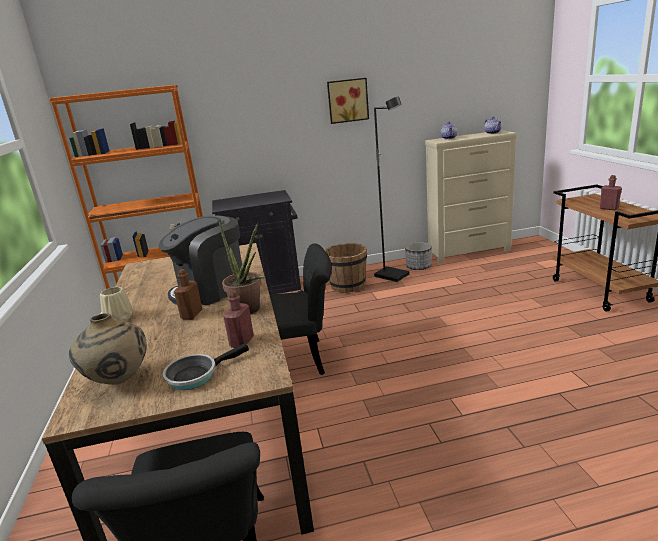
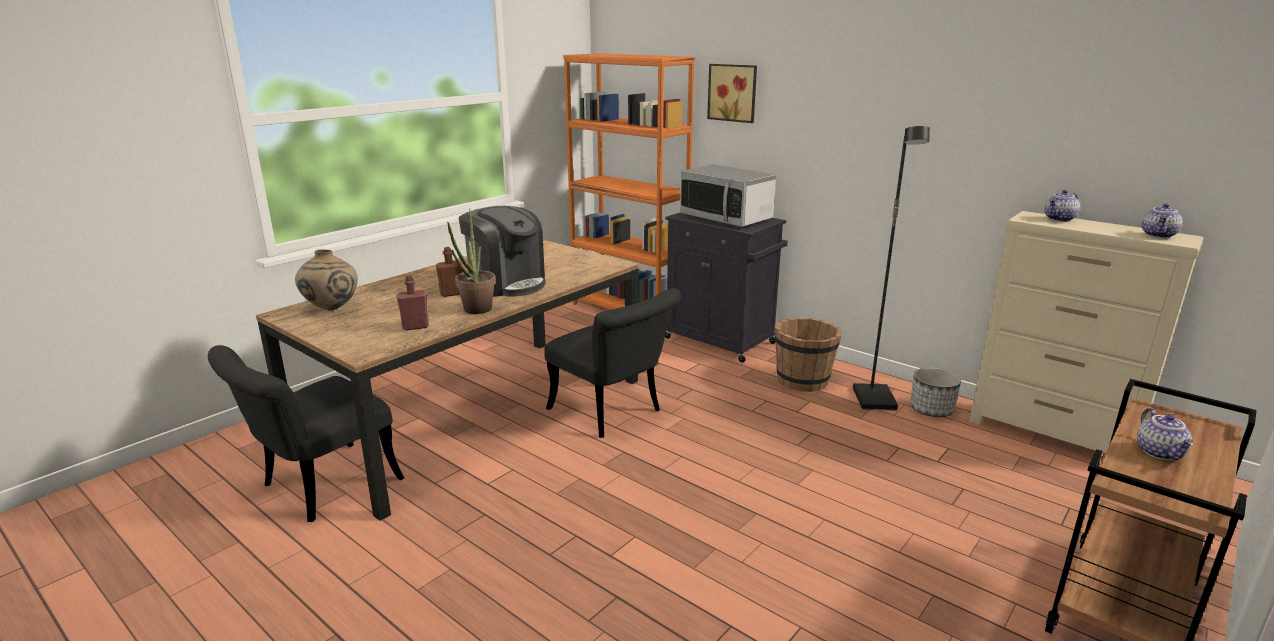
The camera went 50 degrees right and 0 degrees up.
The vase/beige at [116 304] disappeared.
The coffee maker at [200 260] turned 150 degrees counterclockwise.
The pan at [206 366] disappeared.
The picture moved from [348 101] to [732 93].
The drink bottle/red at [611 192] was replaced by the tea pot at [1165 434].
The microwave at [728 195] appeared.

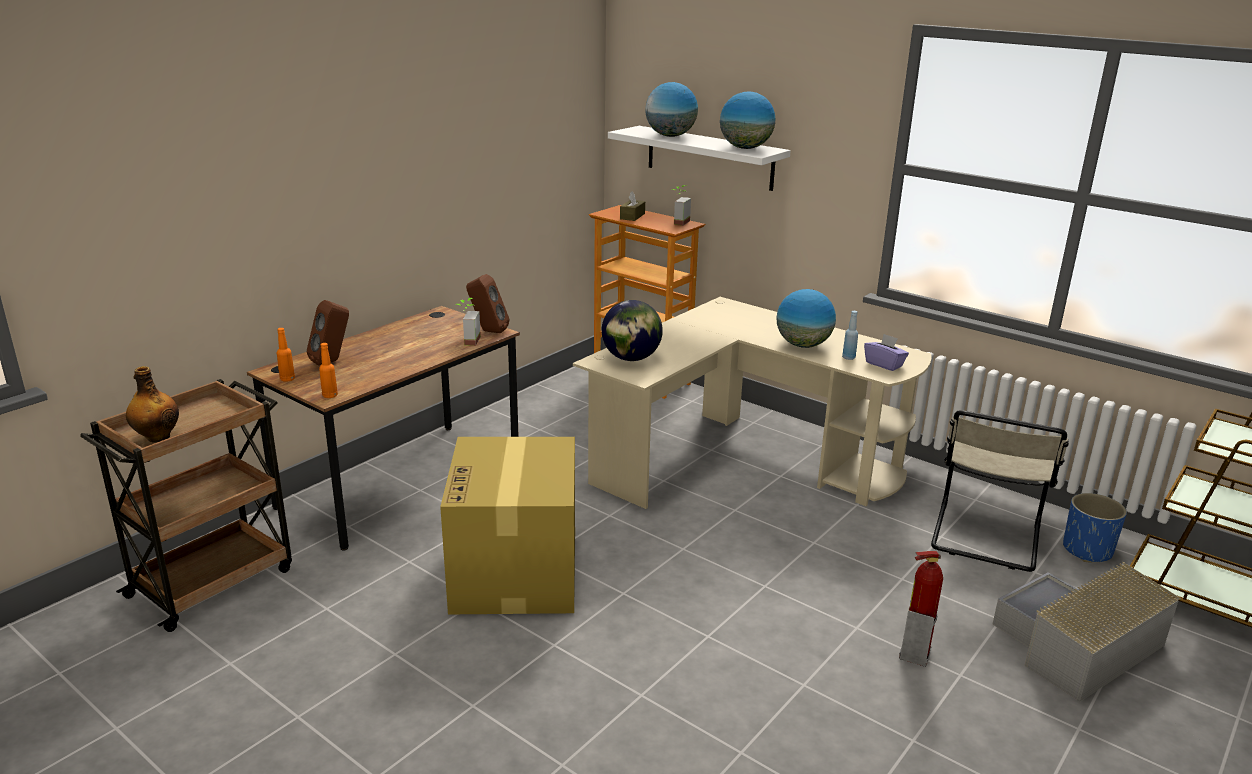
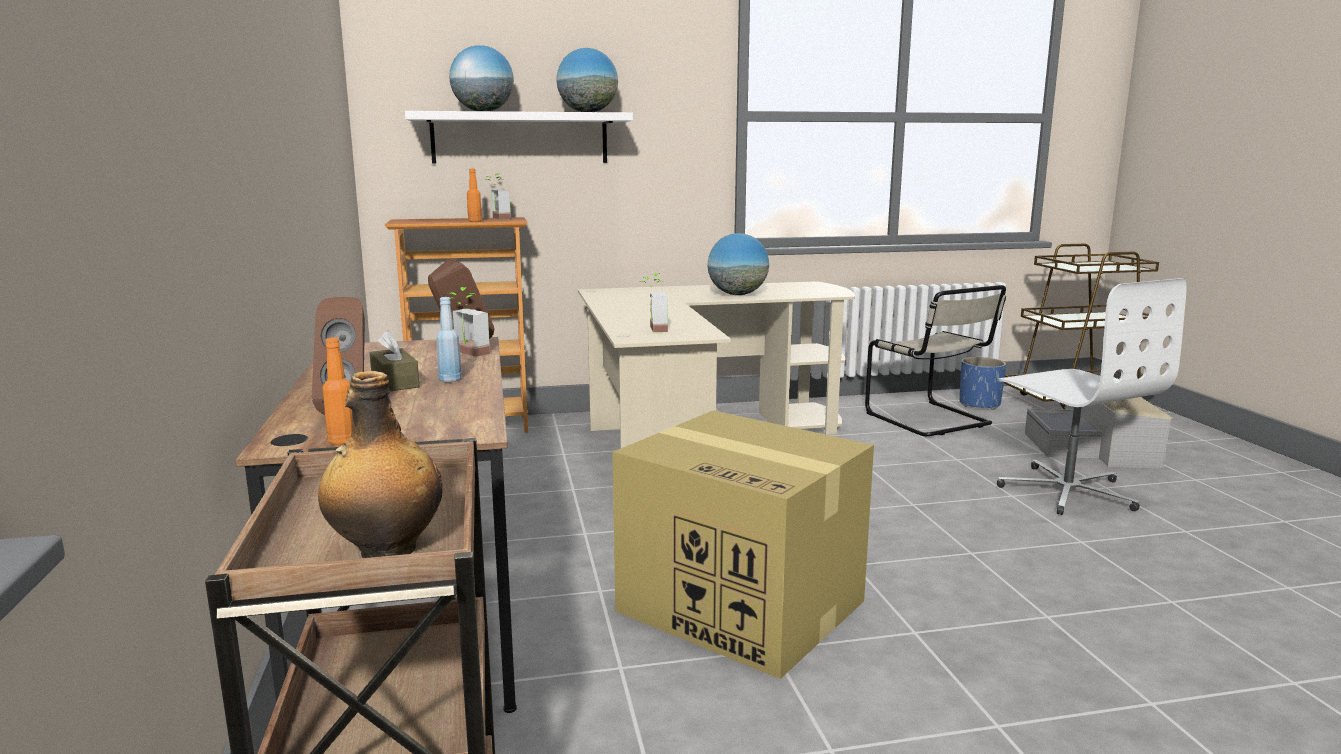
The camera went 50 degrees left and 10 degrees down.
The drink bottle/orange-coloured moved from [328 370] to [474 195].
The world globe at [632 330] was replaced by the potted plant at [653 302].
The tissue holder/brown-coloured moved from [632 206] to [395 360].
The drink bottle/blue-coloured moved from [850 335] to [449 339].
The tissue holder/purple-coloured at [886 352] disappeared.
The fire-fighting cylinder at [921 609] was replaced by the desk chair/white at [1091 396].

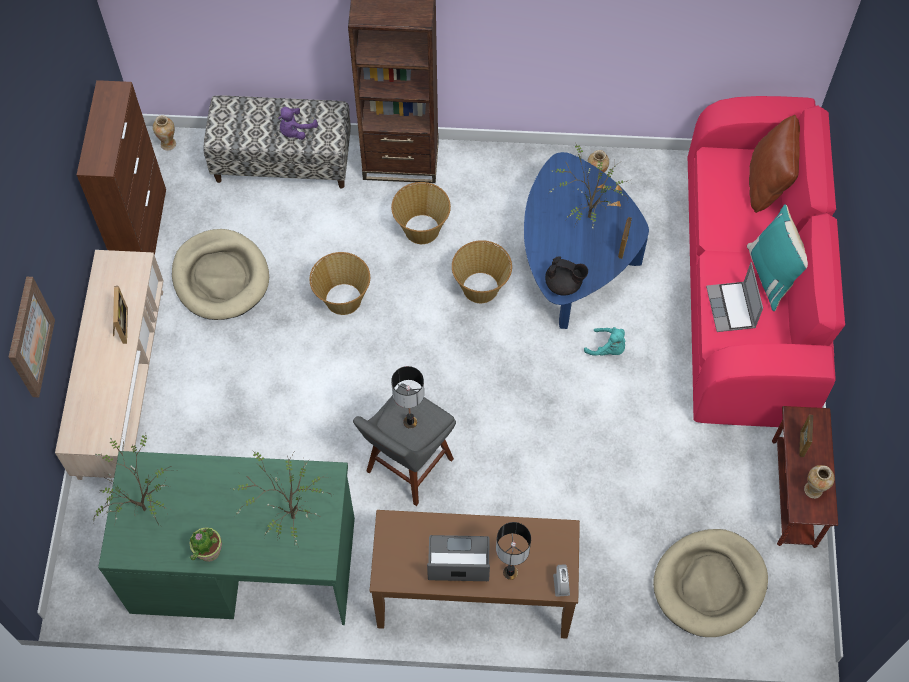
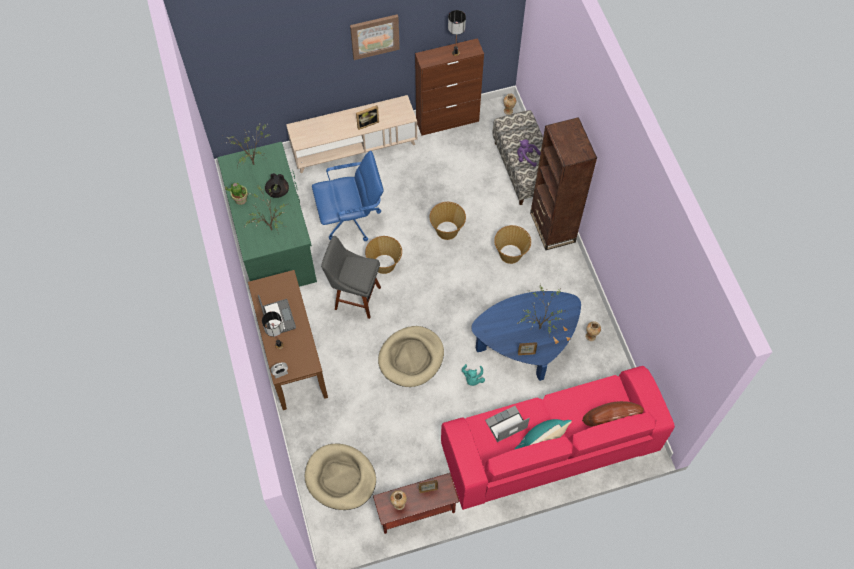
The camera went 70 degrees right and 0 degrees up.
The picture moved from [32 337] to [375 37].
The pet bed/beige moved from [220 274] to [411 356].
The table lamp moved from [407 397] to [457 33].
The household basket moved from [482 271] to [383 255].
The tea pot/black-coloured moved from [566 275] to [277 185].
The desk chair/blue-coloured at [348 196] appeared.

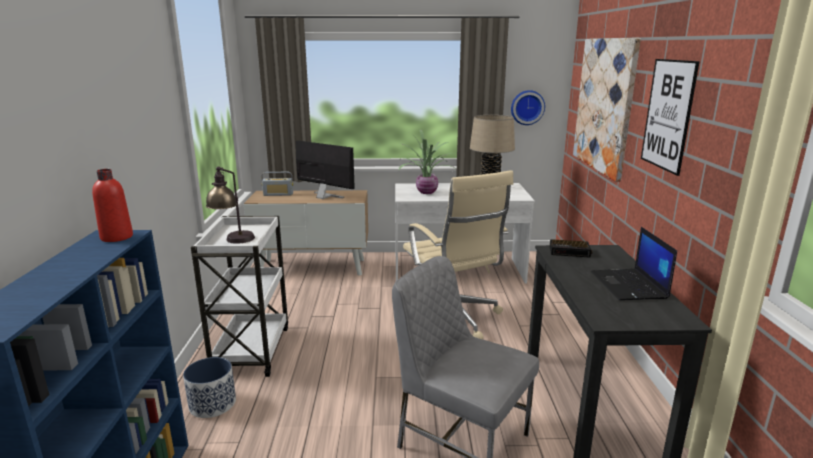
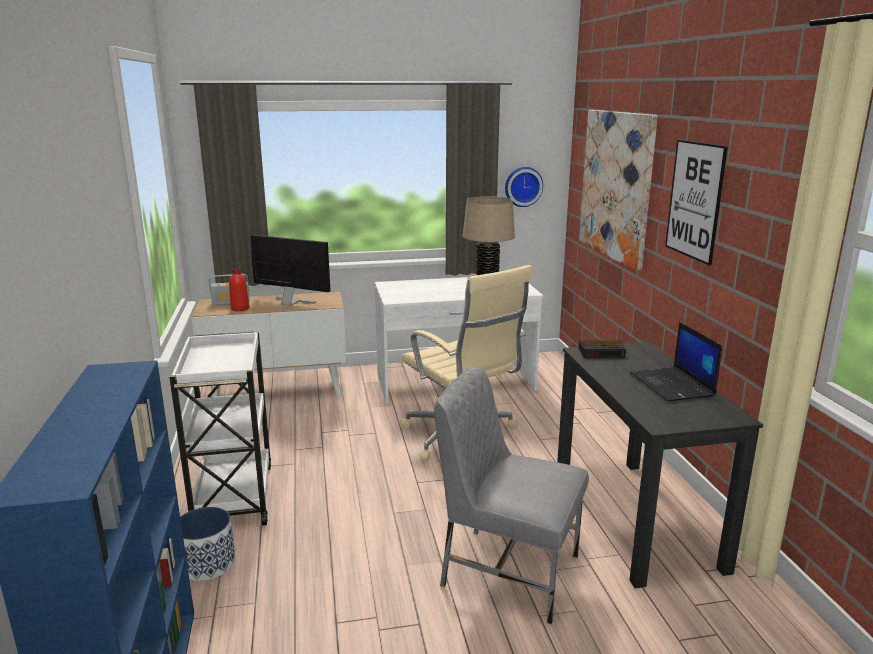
The camera went 10 degrees left and 0 degrees up.
The drink bottle/red moved from [112 205] to [239 289].
The table lamp at [230 205] disappeared.
The potted plant at [428 162] disappeared.

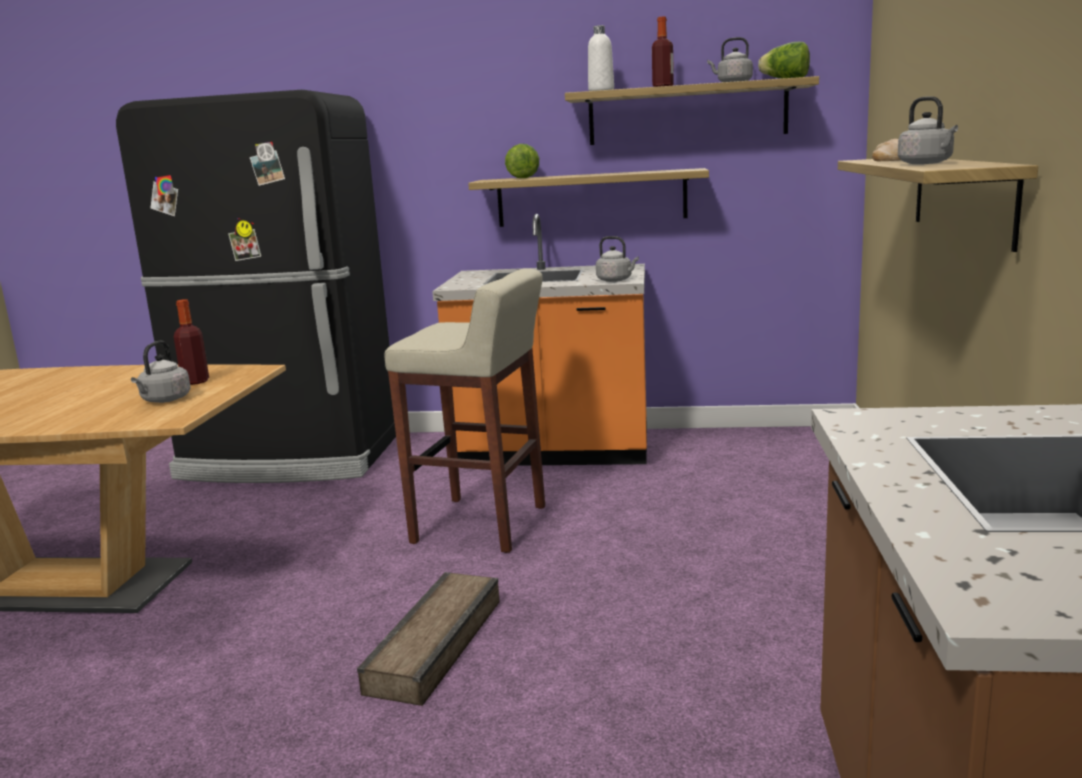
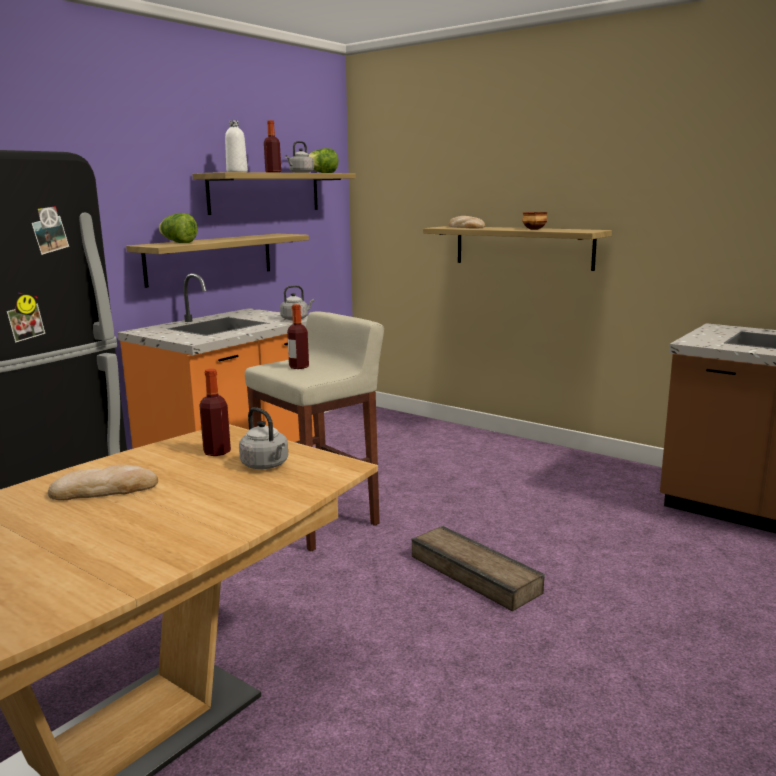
The camera went 60 degrees left and 0 degrees up.
The water kettle/gray at [928 130] was replaced by the serving bowl at [535 221].
The bread at [103 482] appeared.
The drink bottle at [298 336] appeared.

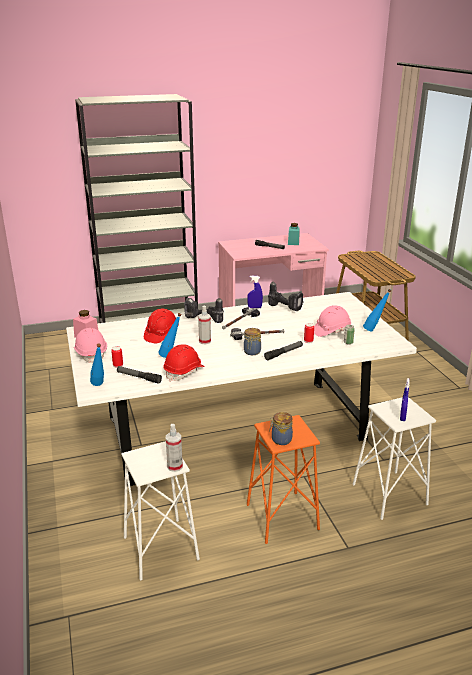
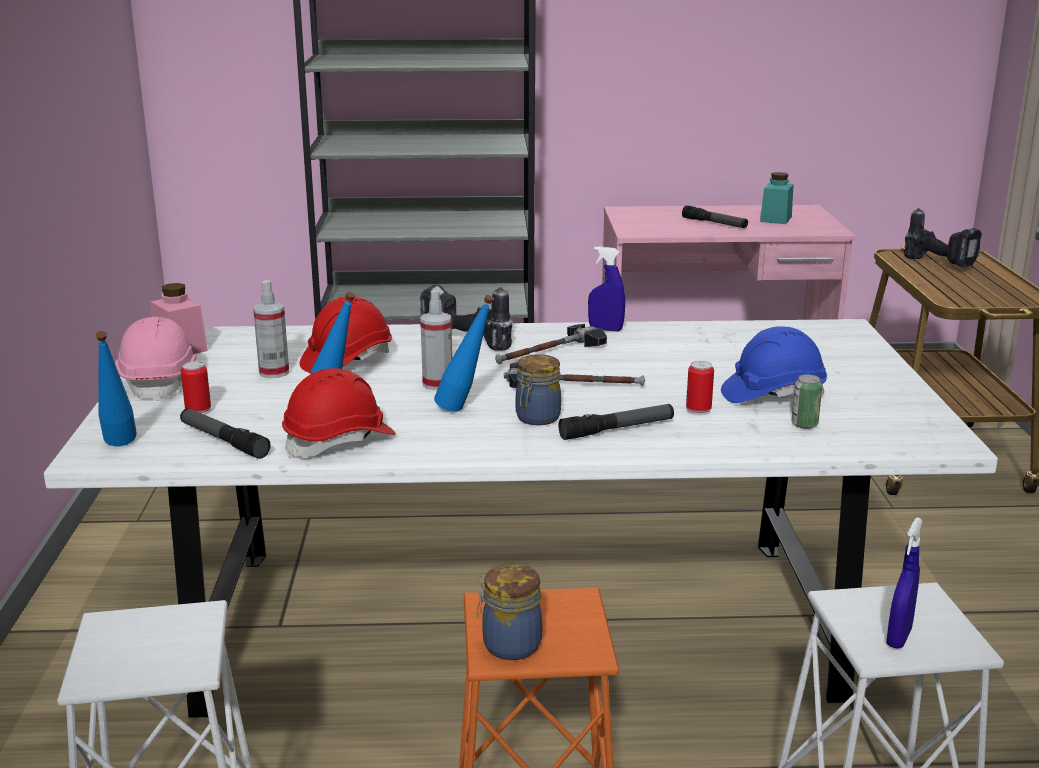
The camera went 15 degrees right and 5 degrees down.
The hand sprayer moved from [174 448] to [271 329].
The power drill moved from [286 296] to [943 237].
The hard hat/pink-coloured at [332 321] became the hard hat/blue-coloured at [774 364].
The drink bottle/blue-coloured moved from [377 310] to [464 353].

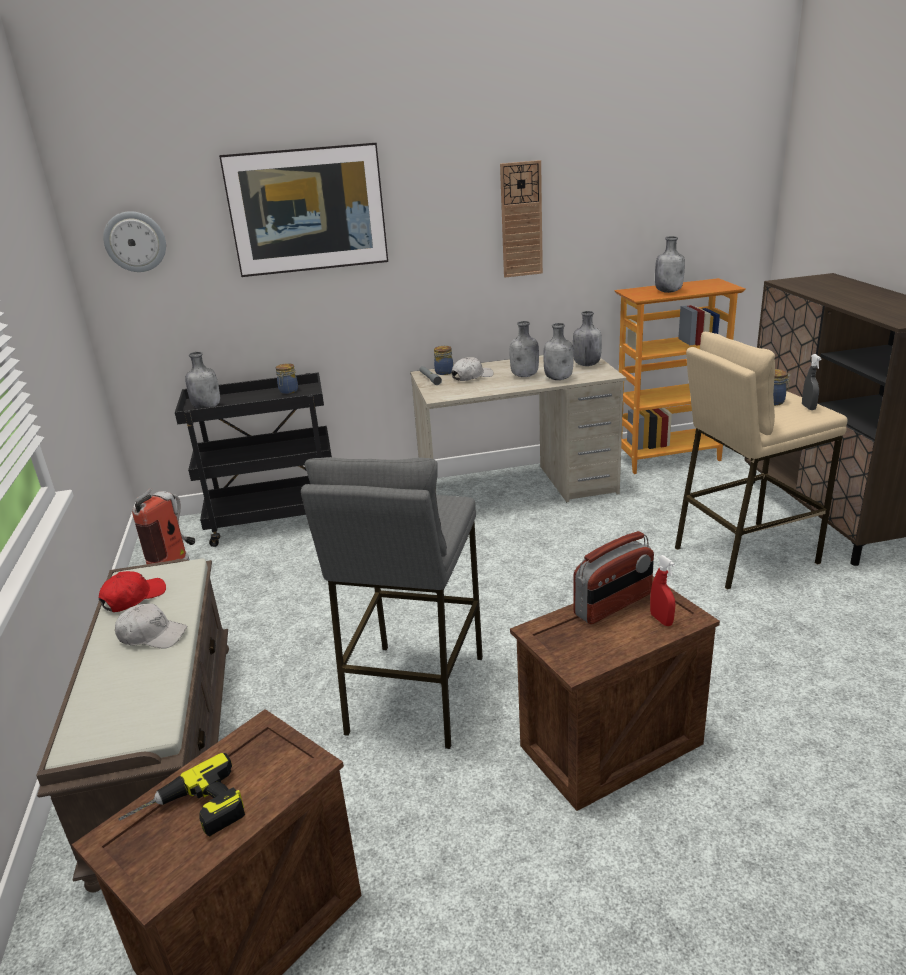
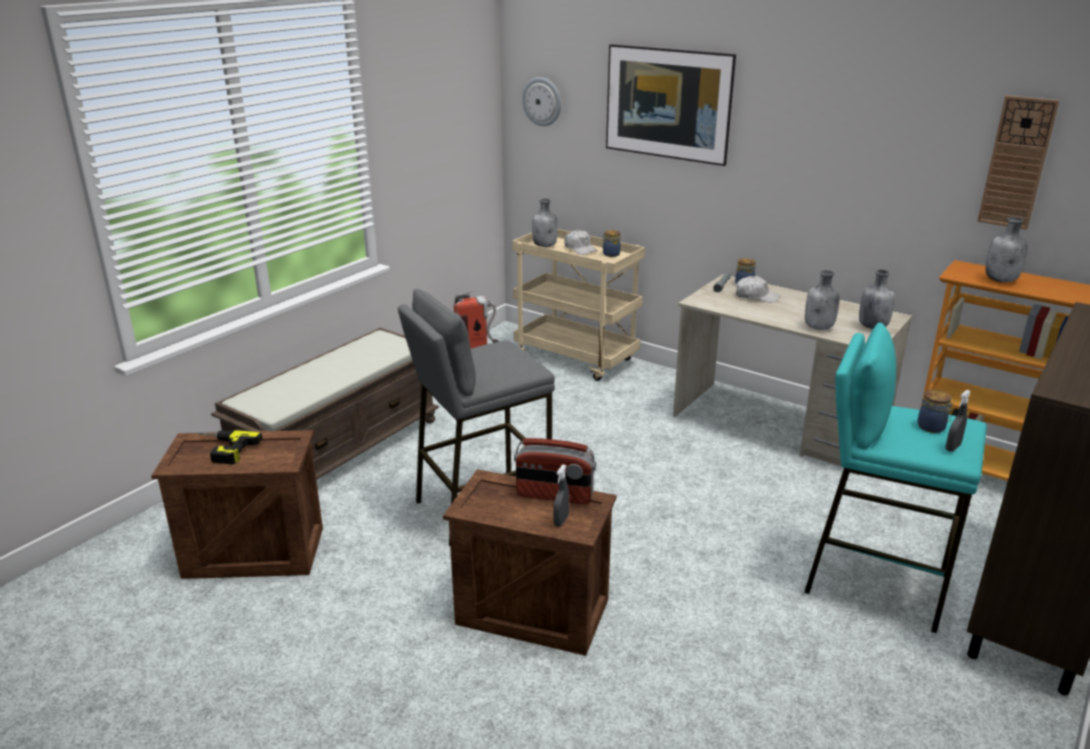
The camera went 45 degrees right and 0 degrees up.
The cap/red at [132 591] disappeared.
The cap/white moved from [151 626] to [581 242].
The wheeled cart/black-coloured at [253 459] became the wheeled cart/beige at [578 305].
The wall clock moved from [521 219] to [1018 162].
The drink bottle/gray at [524 349] disappeared.
The hand sprayer/red at [662 590] became the hand sprayer/gray at [561 496].
The stool/beige at [761 461] became the stool/turquoise at [895 478].

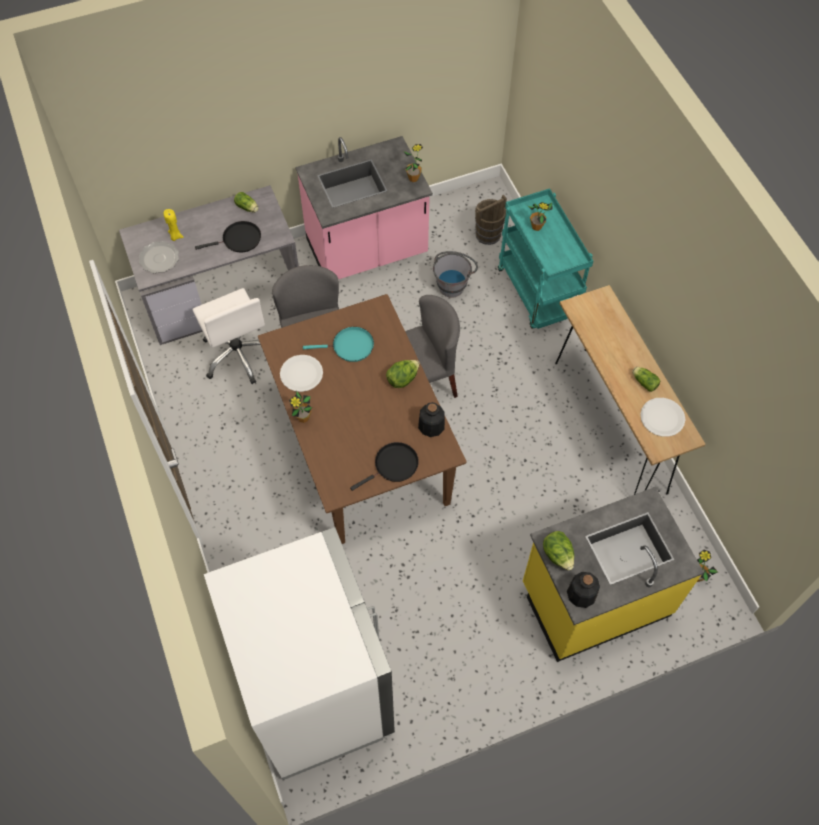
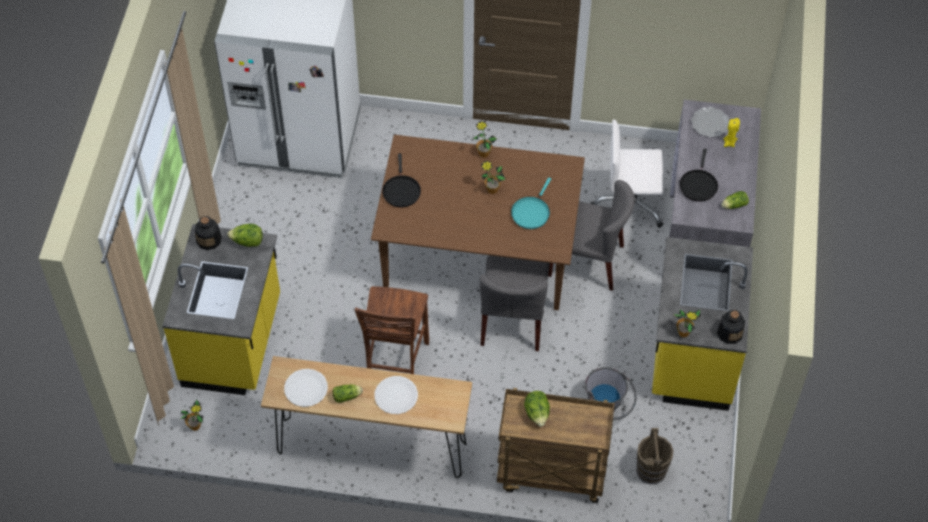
The camera went 120 degrees right and 5 degrees down.
The dinner plate/white moved from [301 373] to [396 395].
The counter/pink-coloured at [364 207] became the counter/yellowish at [702 324].
The head of lettuce moved from [403 374] to [537 409].
The drink bottle moved from [431 419] to [731 327].
The wheeled cart/turquoise at [545 258] became the wheeled cart/brown-coloured at [556 445].
The potted plant moved from [540 216] to [493 177].
The chair/brown-coloured at [392 330] appeared.

